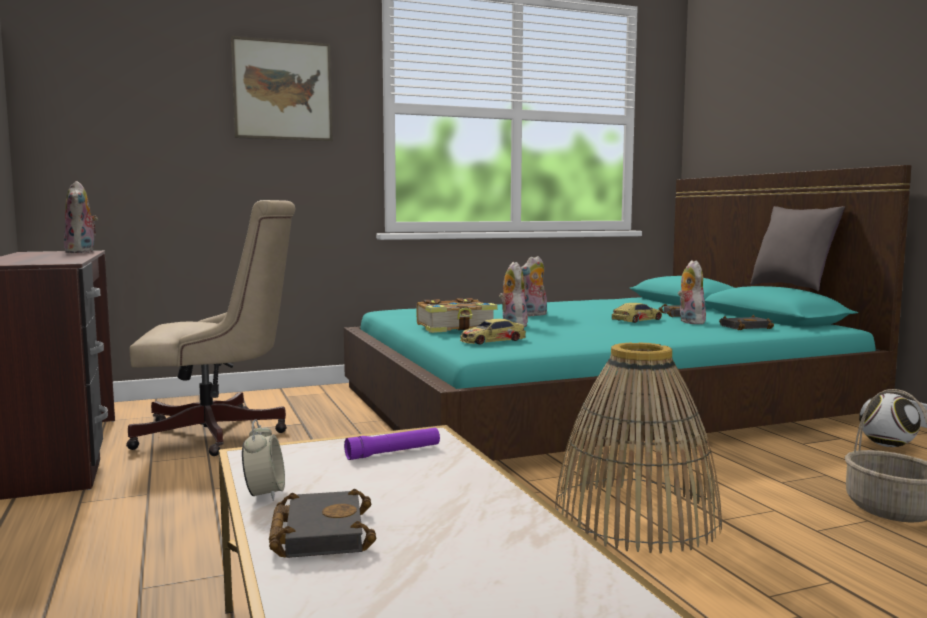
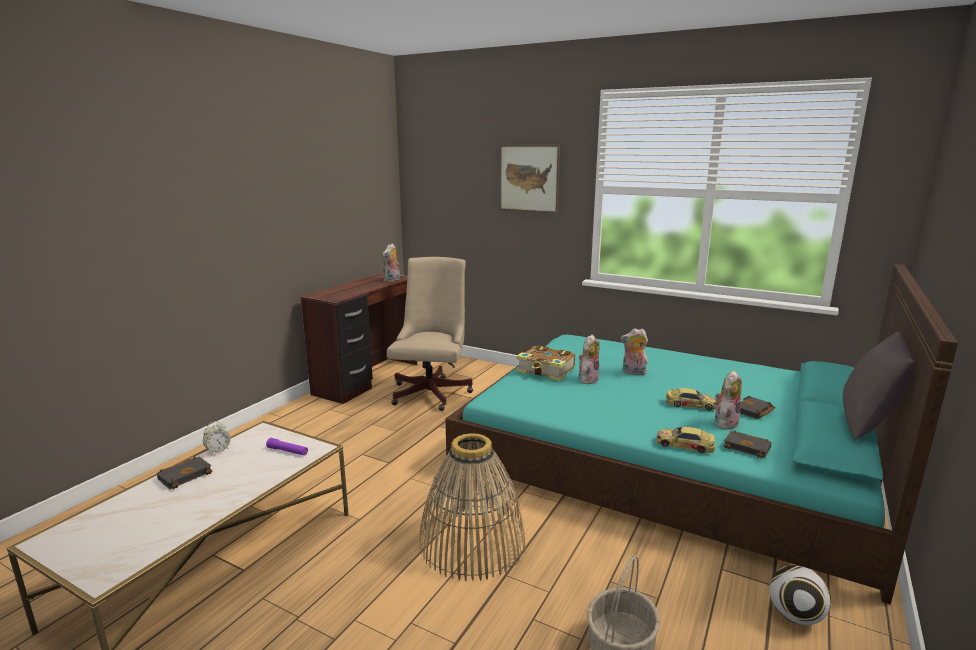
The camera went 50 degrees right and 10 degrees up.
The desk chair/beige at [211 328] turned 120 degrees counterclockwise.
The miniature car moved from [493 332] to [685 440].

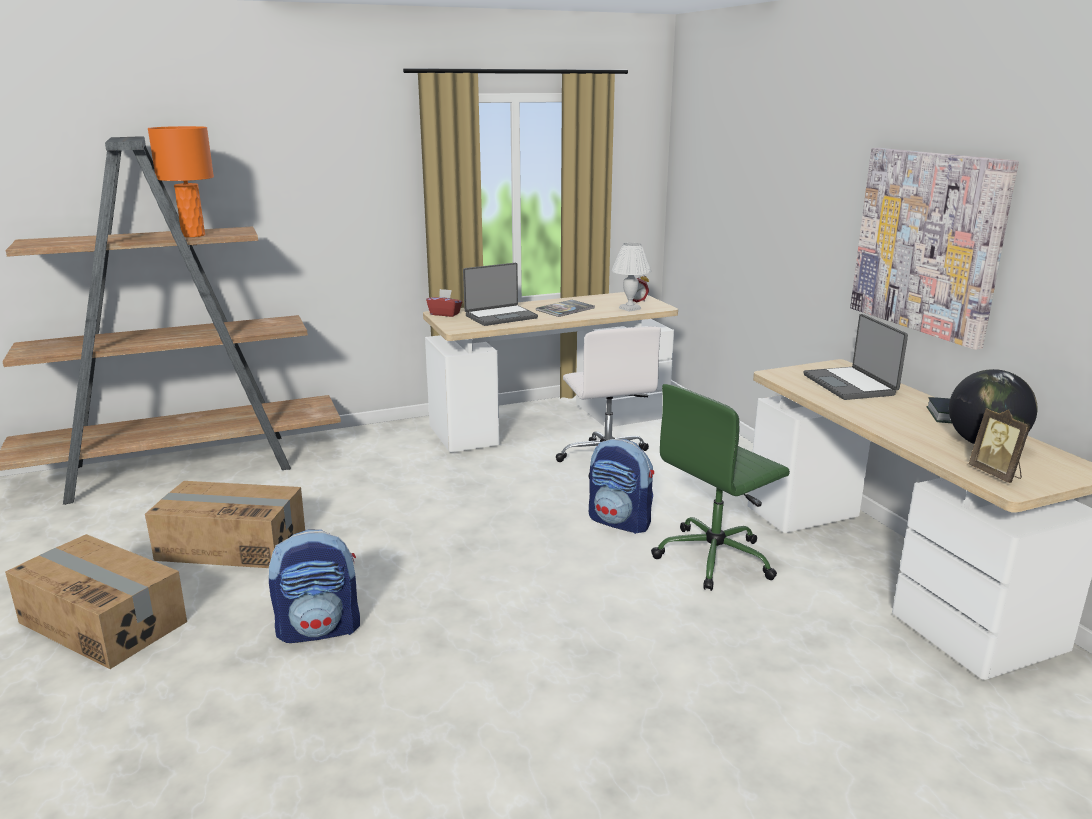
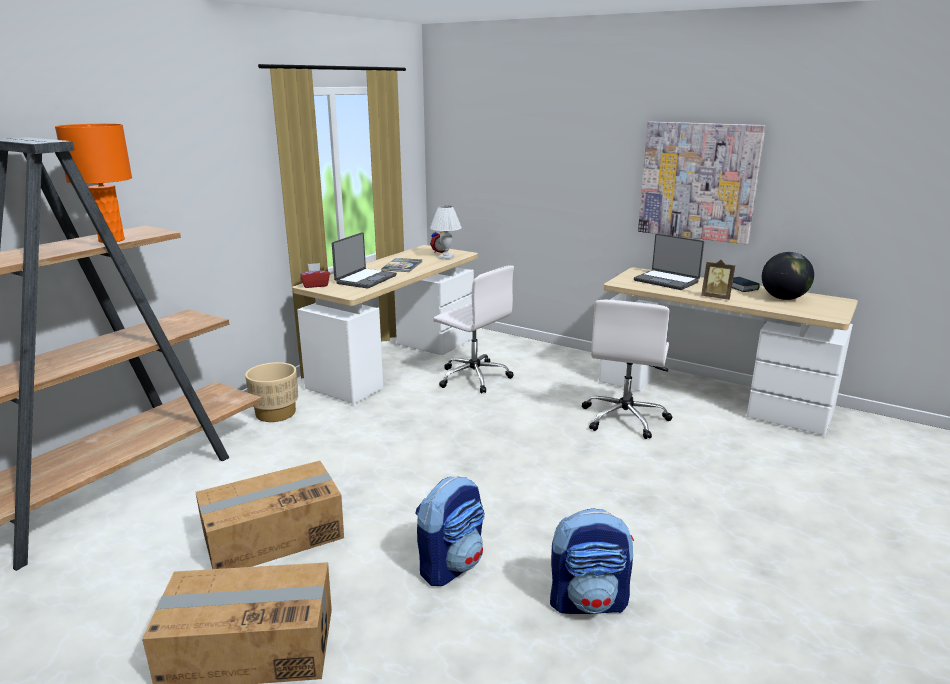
The camera went 35 degrees left and 0 degrees up.
The backpack moved from [621 486] to [592 561].
The desk chair/green at [720 487] became the desk chair/white at [627 369].
The photo frame moved from [999 445] to [718 280].
The plant pot/beige at [271 392] appeared.

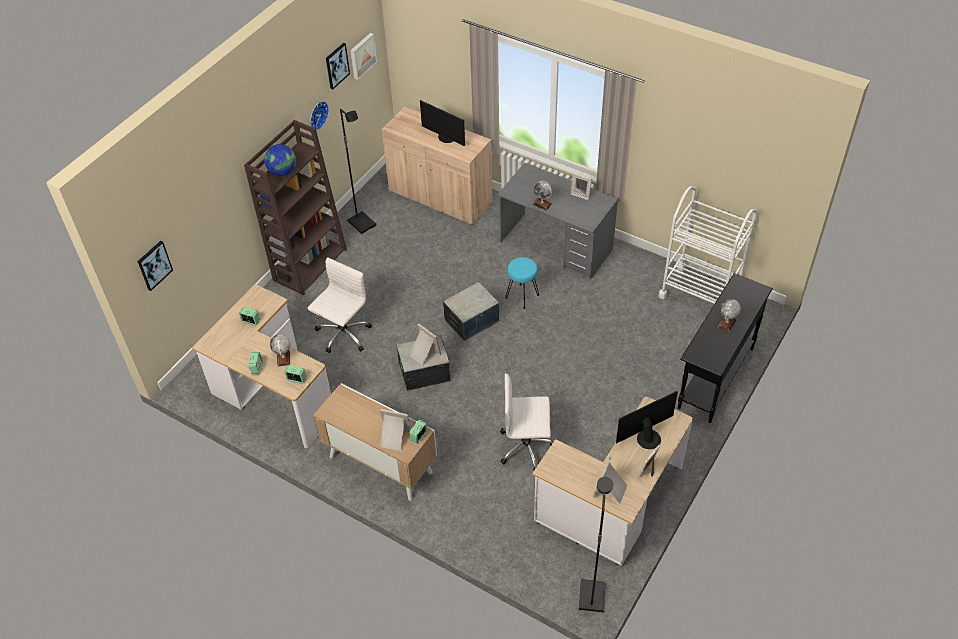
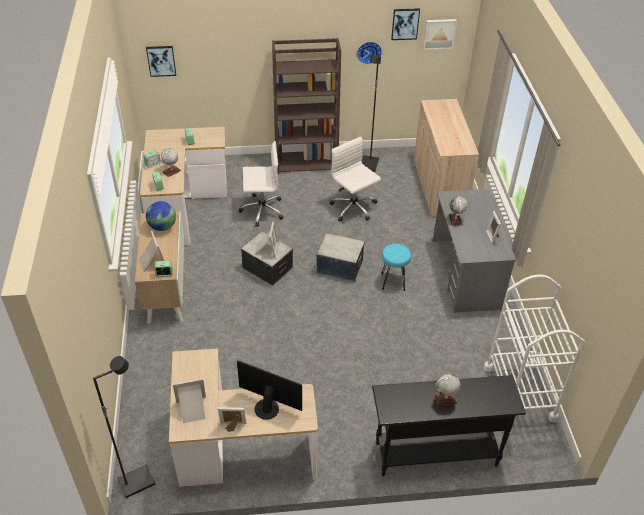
The camera went 50 degrees right and 5 degrees down.
The world globe moved from [280 160] to [161 216].
The computer screen at [442 123] disappeared.
The desk chair/white moved from [526 421] to [355 179].

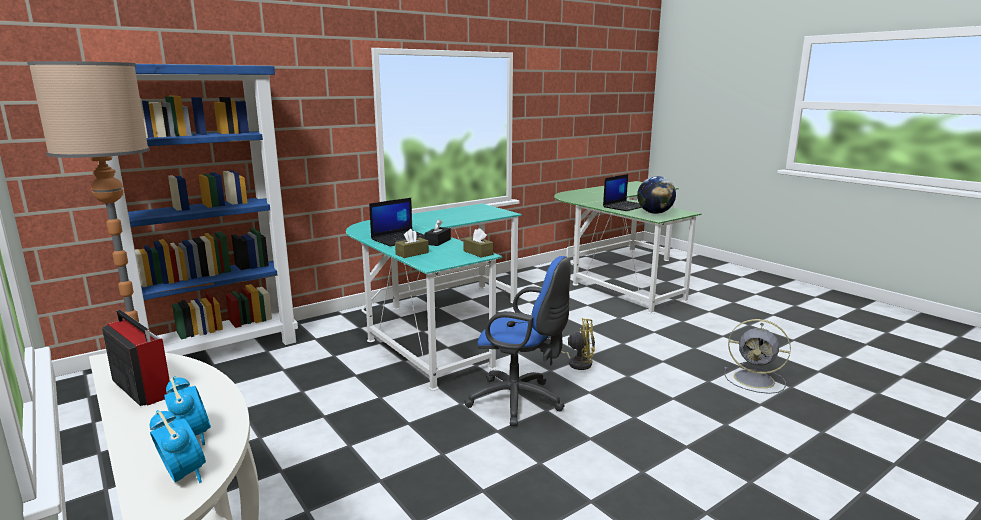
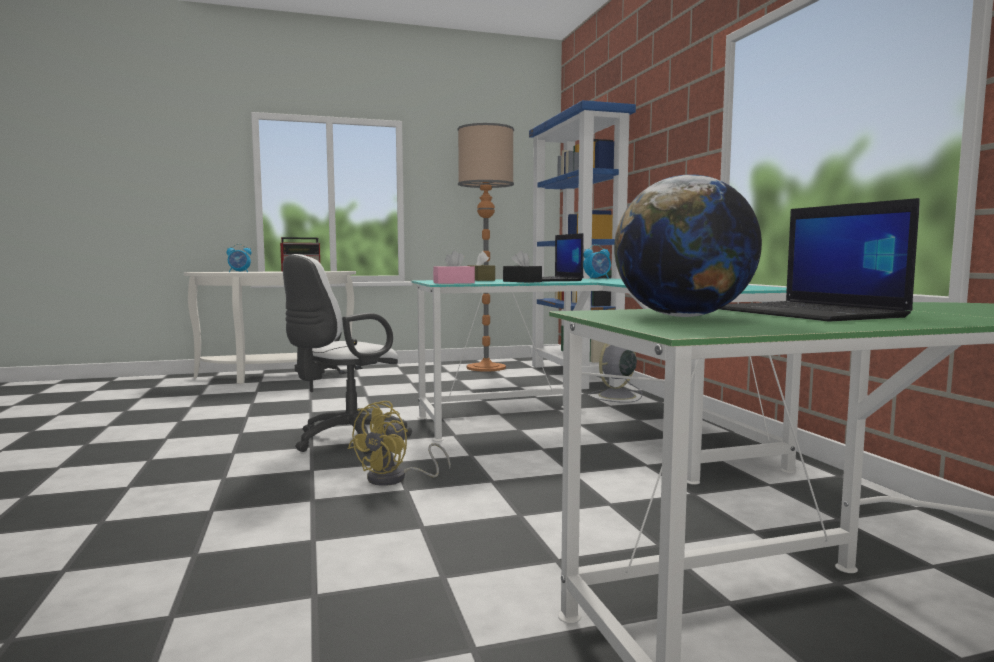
The camera went 110 degrees right and 10 degrees down.
The bedside clock moved from [178 446] to [597 261].
The tissue holder/brown-coloured at [478 242] became the tissue holder/pink-coloured at [454 267].
The desk chair/blue-coloured at [517 341] became the desk chair/white at [347 354].
The cooling fan/gray moved from [757 356] to [616 373].

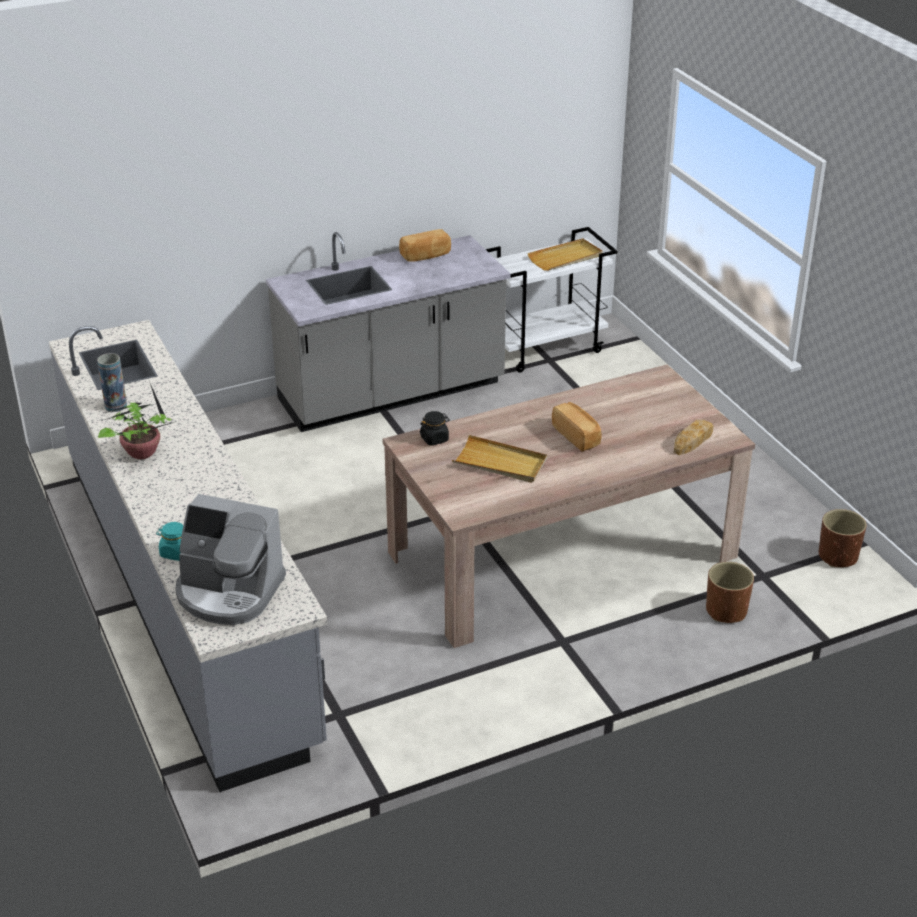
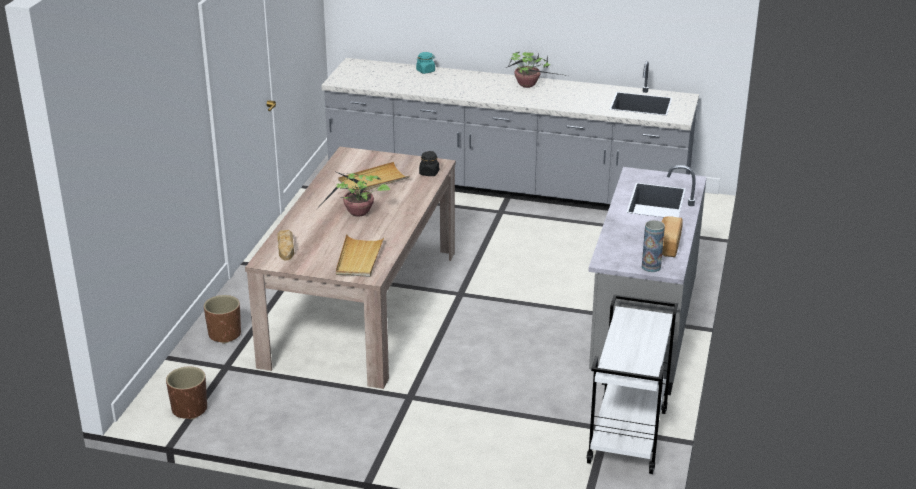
The camera went 130 degrees right and 5 degrees down.
The vase moved from [112 382] to [653 246].
The coffee maker at [230 559] disappeared.
The tray/beige moved from [565 254] to [360 255].
The bread at [577 427] was replaced by the potted plant at [352 194].

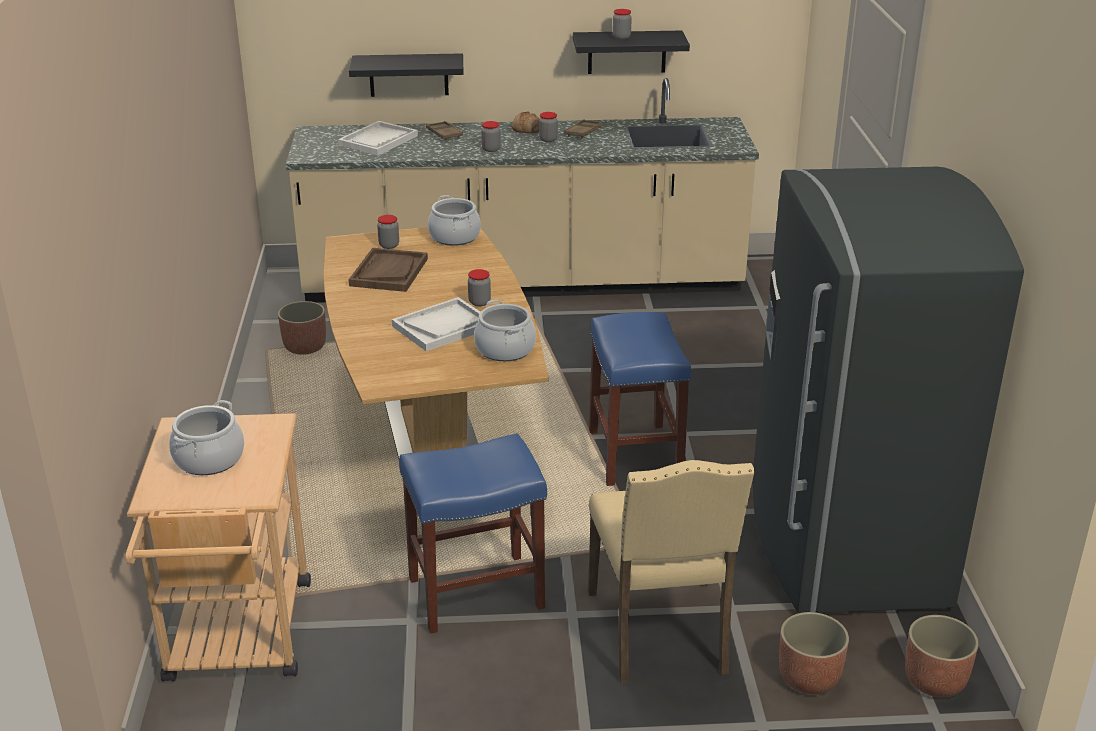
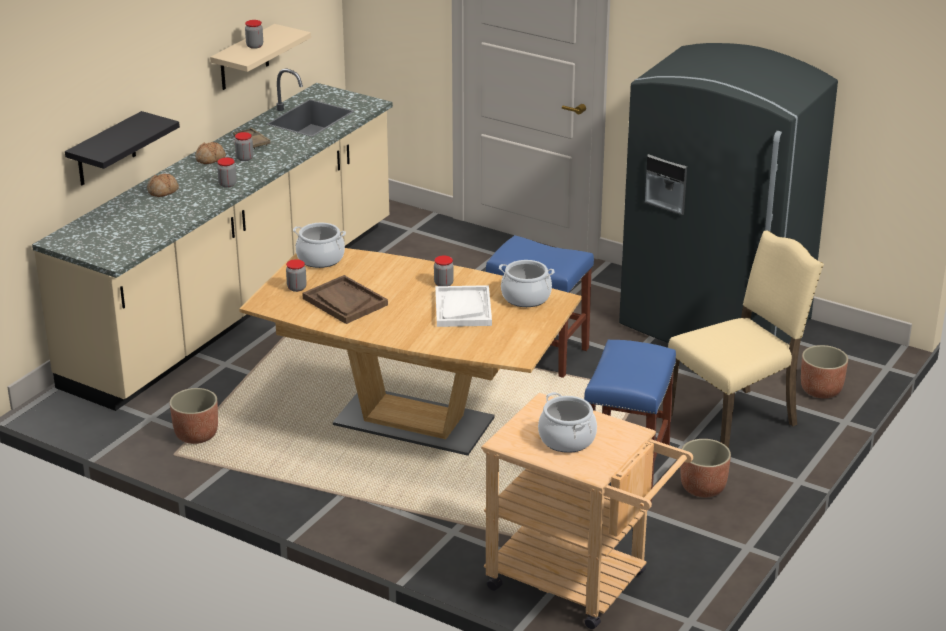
The camera went 55 degrees left and 0 degrees up.
The tray/white at [378 138] disappeared.
The tray/brown-coloured at [444 130] was replaced by the bread at [163 185].
The wall shelf/black-coloured at [631 52] became the wall shelf/beige at [260 57].
The chair/beige at [671 572] turned 60 degrees counterclockwise.
The plant pot moved from [942 656] to [706 468].

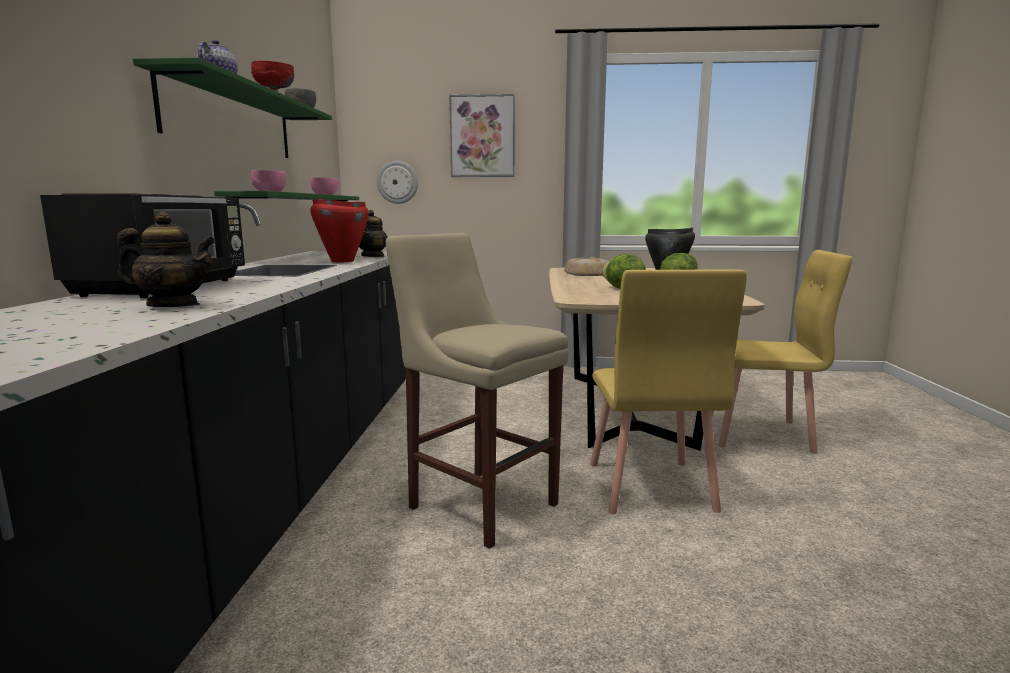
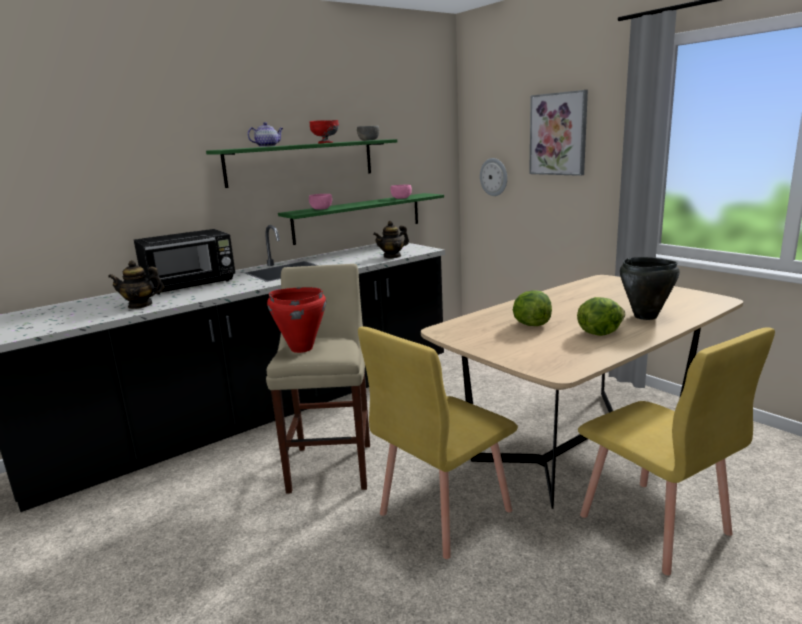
The camera went 50 degrees right and 5 degrees up.
The tea pot at [166 259] turned 120 degrees clockwise.
The cooking pot/red moved from [339 230] to [296 320].
The bread at [586 266] disappeared.

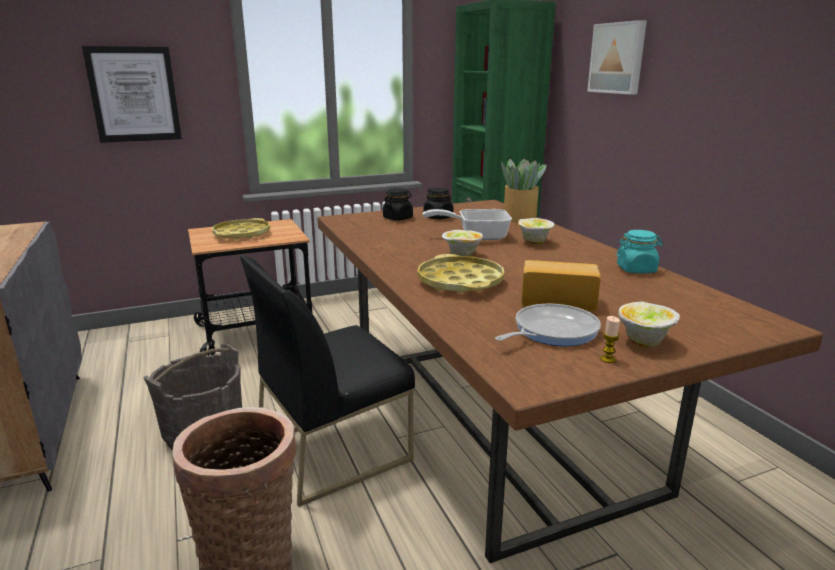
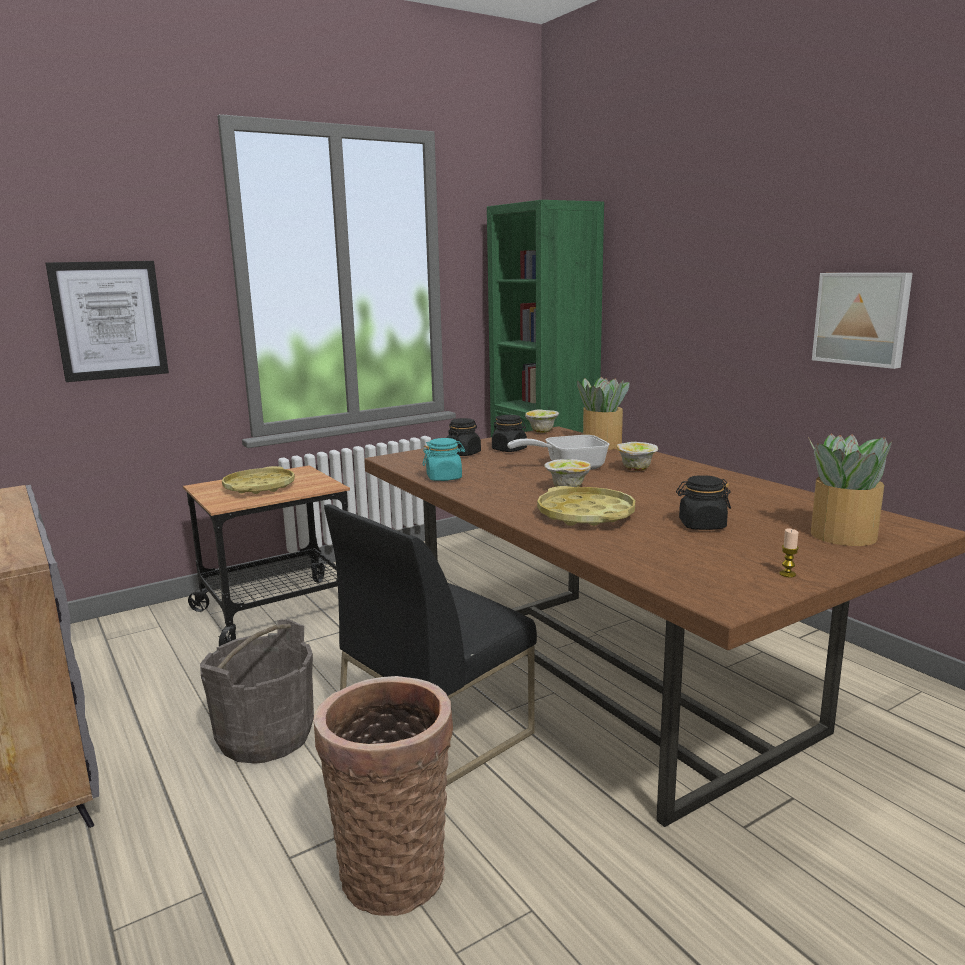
The camera went 10 degrees left and 5 degrees down.
The pan at [548 325] disappeared.
The bread at [561 285] was replaced by the jar/black-coloured at [703 502].
The picture moved from [617 57] to [862 321].
The jar/turquoise moved from [640 251] to [444 459].
The serving bowl moved from [649 324] to [542 421].
The potted plant at [850 490] appeared.

